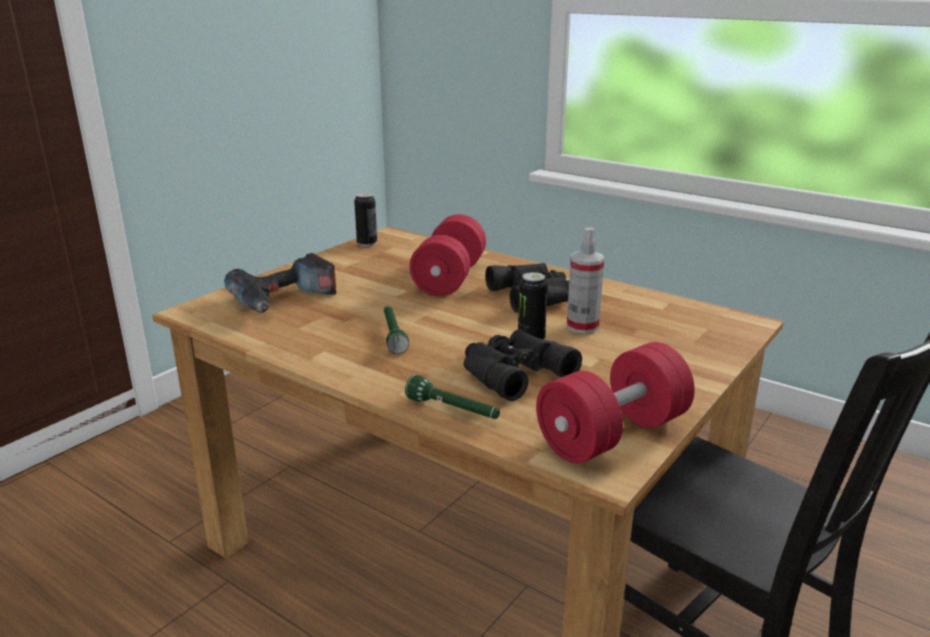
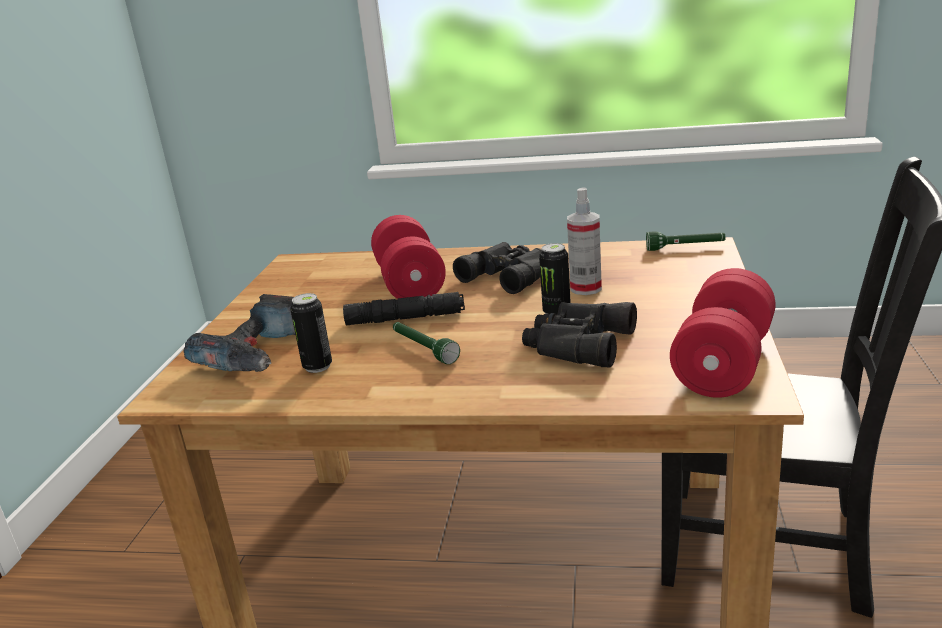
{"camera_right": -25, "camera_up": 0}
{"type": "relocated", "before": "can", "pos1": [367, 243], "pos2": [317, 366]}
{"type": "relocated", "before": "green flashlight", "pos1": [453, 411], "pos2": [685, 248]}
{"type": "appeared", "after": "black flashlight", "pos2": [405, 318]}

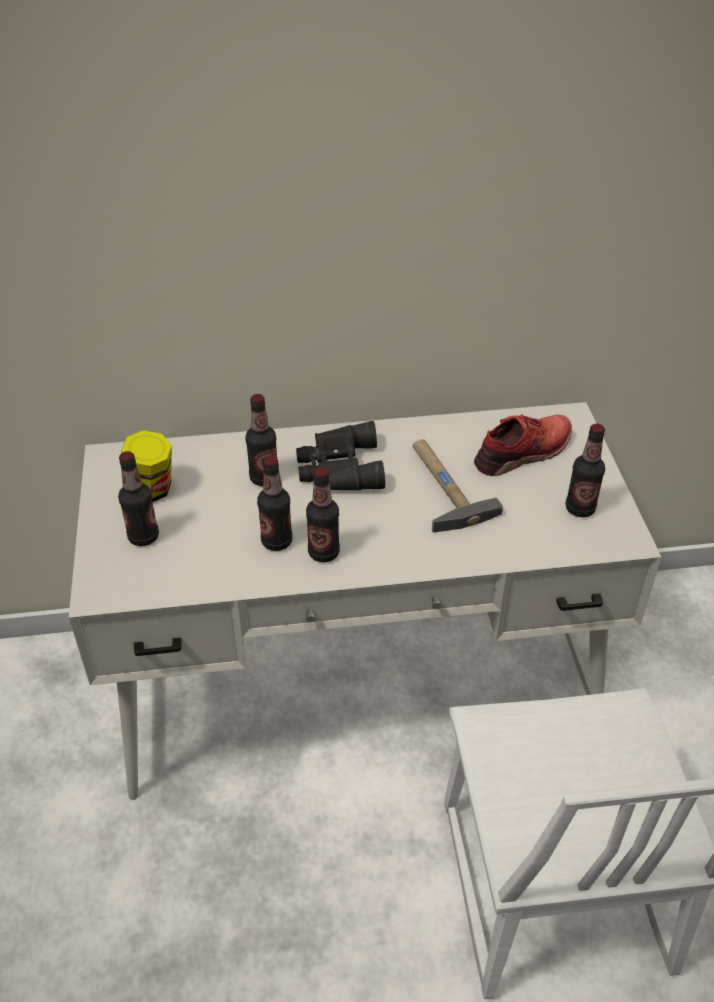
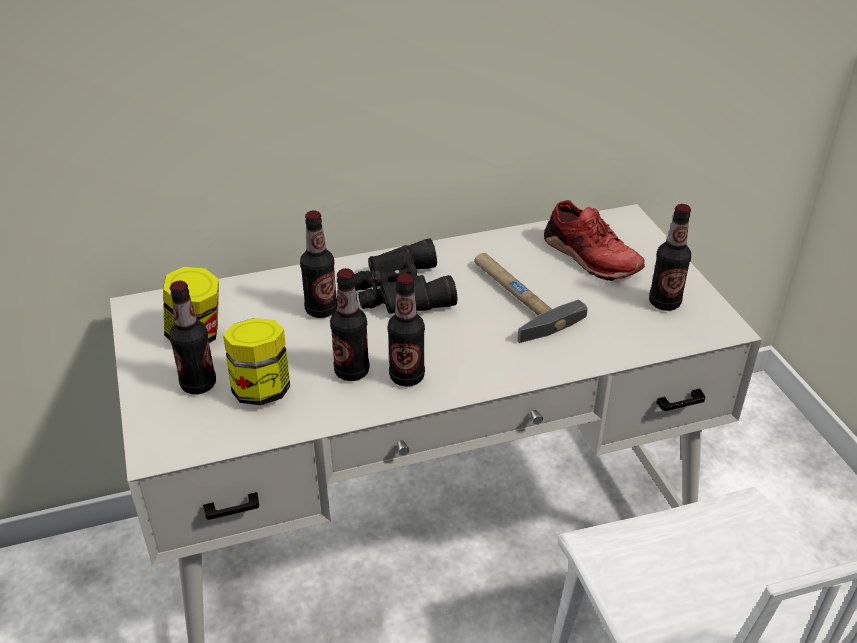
{"camera_right": -10, "camera_up": -5}
{"type": "spun", "before": "red shoe", "pos1": [523, 453], "pos2": [589, 257], "turn": 90}
{"type": "appeared", "after": "jar", "pos2": [261, 390]}

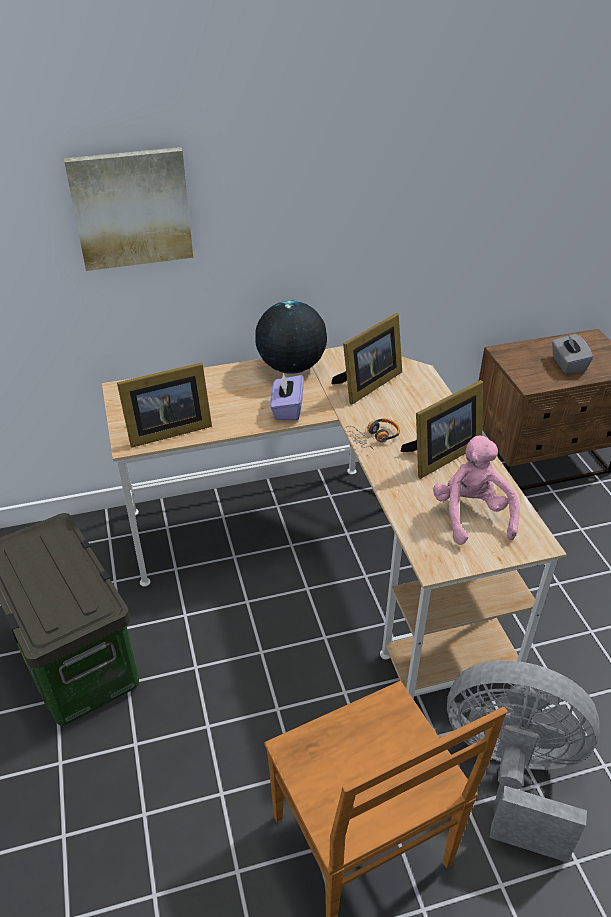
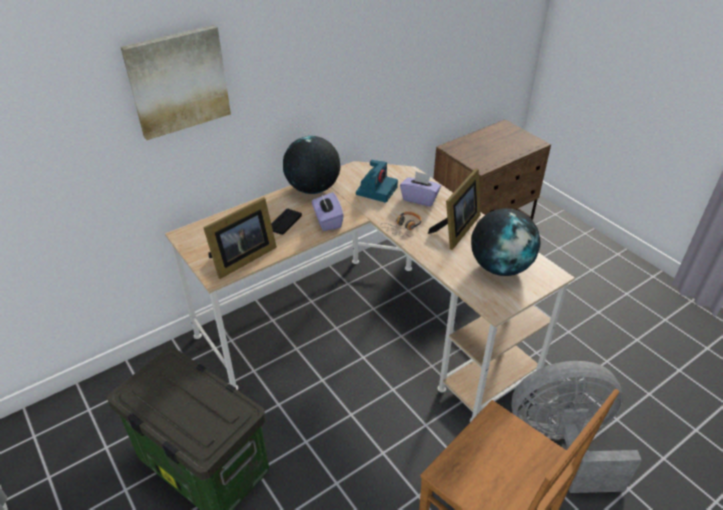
{"camera_right": -20, "camera_up": 0}
{"type": "exchanged", "before": "picture frame", "after": "photo camera", "pos1": [367, 384], "pos2": [376, 190]}
{"type": "exchanged", "before": "pink plush toy", "after": "globe", "pos1": [471, 515], "pos2": [500, 267]}
{"type": "missing", "before": "grey tissue box", "pos1": [567, 364]}
{"type": "appeared", "after": "black game controller", "pos2": [285, 222]}
{"type": "appeared", "after": "purple tissue box", "pos2": [419, 199]}

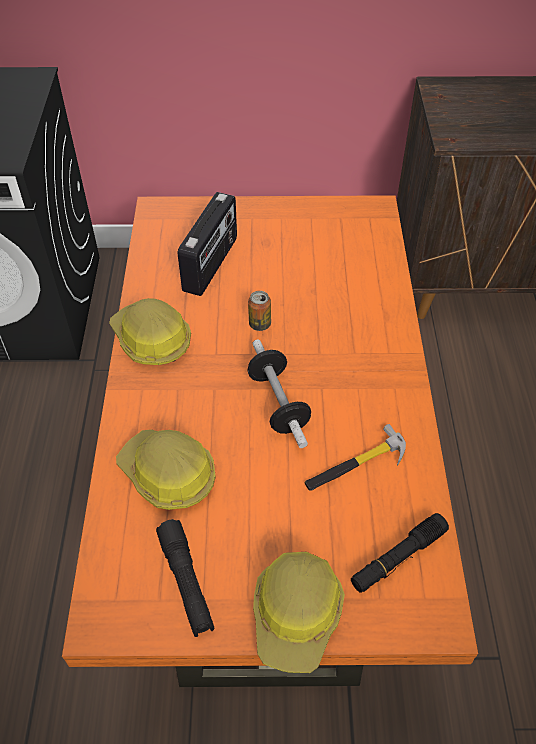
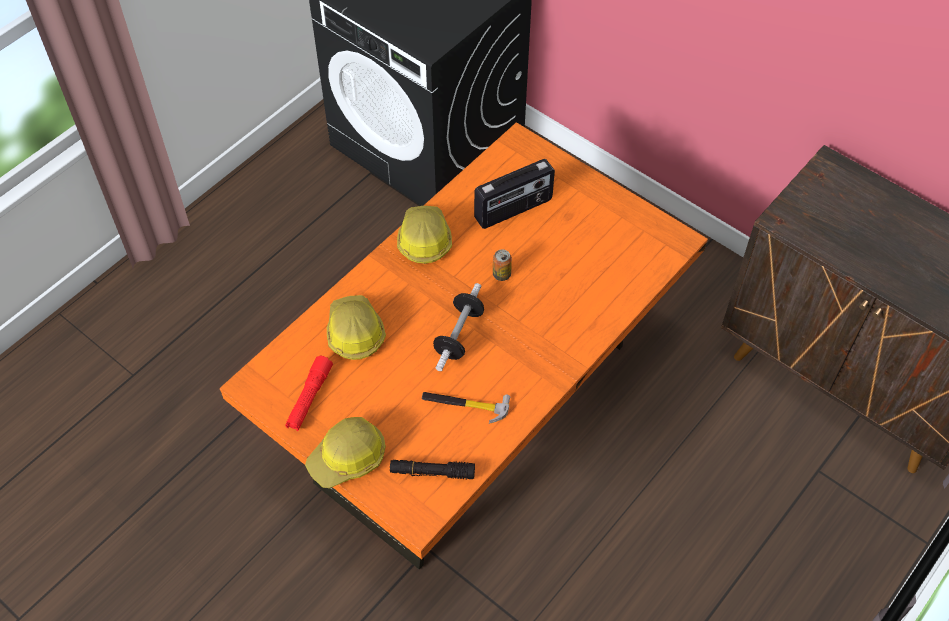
{"camera_right": 40, "camera_up": 5}
{"type": "colour", "before": "black flashlight", "after": "red flashlight", "pos1": [186, 582], "pos2": [309, 398]}

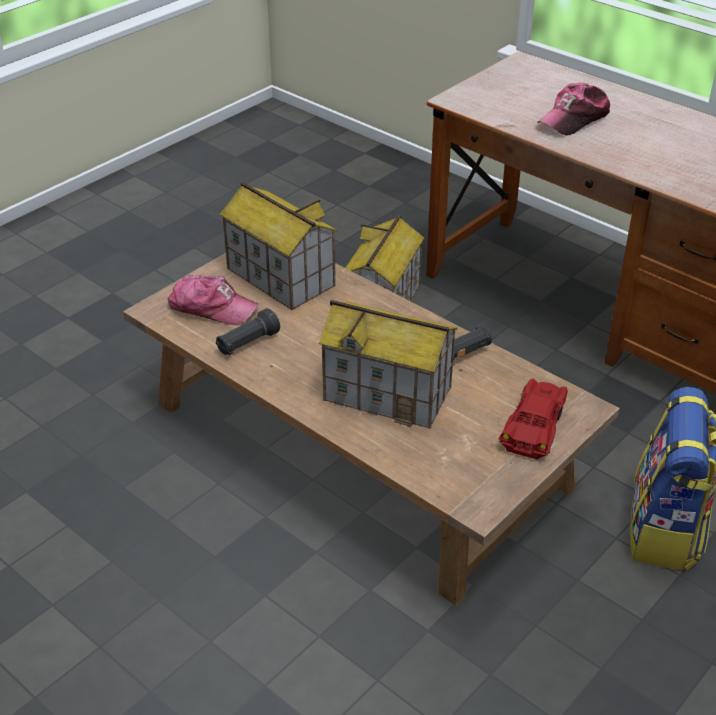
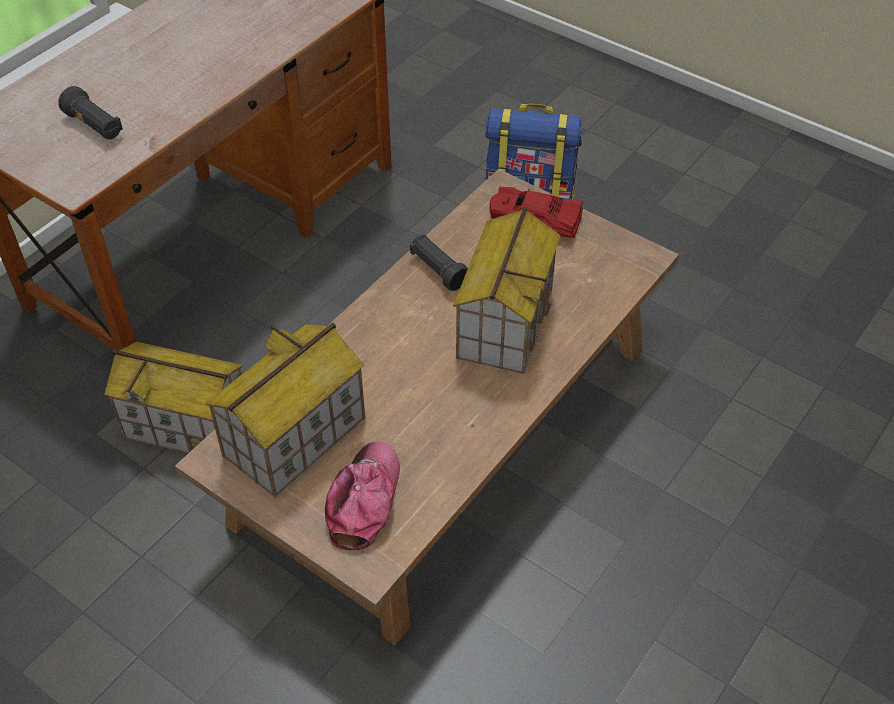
{"camera_right": -95, "camera_up": 10}
{"type": "relocated", "before": "black flashlight", "pos1": [247, 343], "pos2": [95, 126]}
{"type": "missing", "before": "cap", "pos1": [574, 119]}

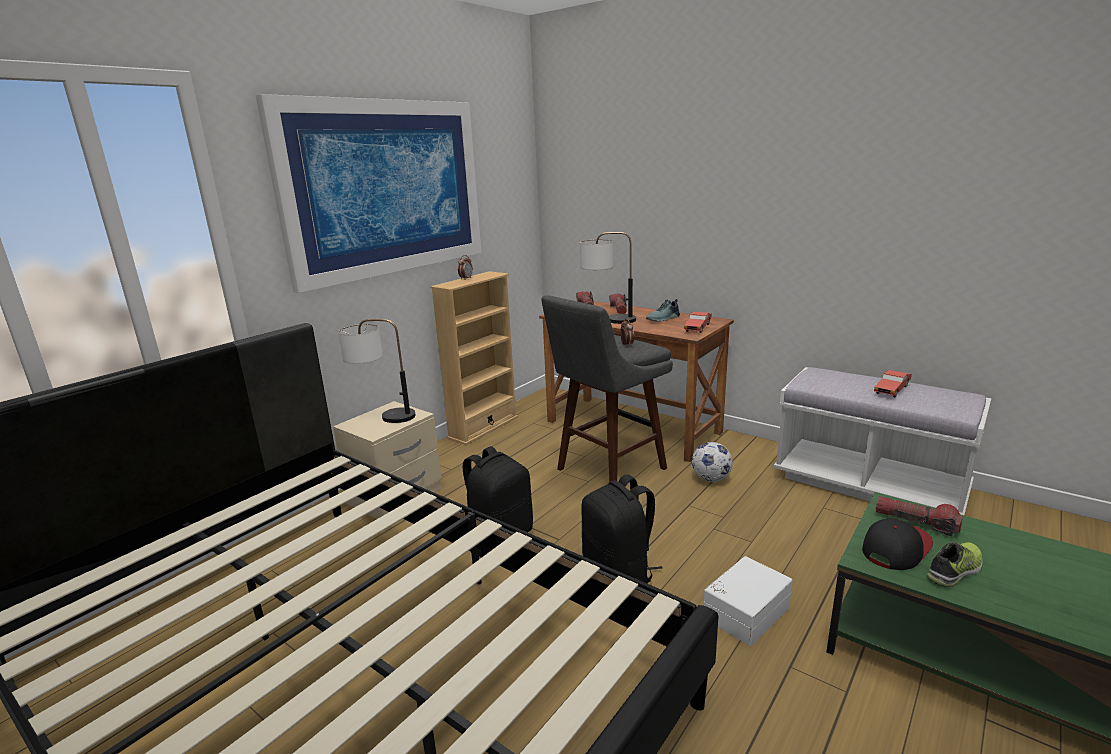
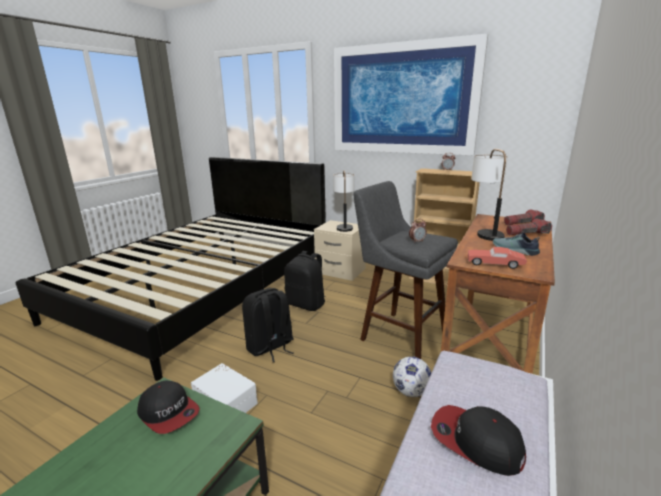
{"camera_right": 80, "camera_up": 0}
{"type": "exchanged", "before": "red toy car", "after": "cap", "pos1": [891, 389], "pos2": [475, 441]}
{"type": "missing", "before": "flashlight", "pos1": [916, 522]}
{"type": "missing", "before": "shoe", "pos1": [955, 570]}

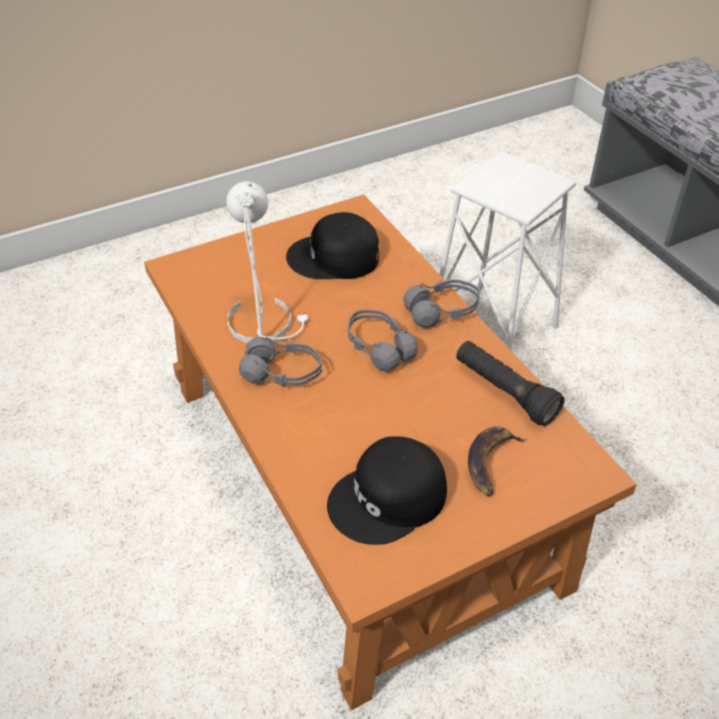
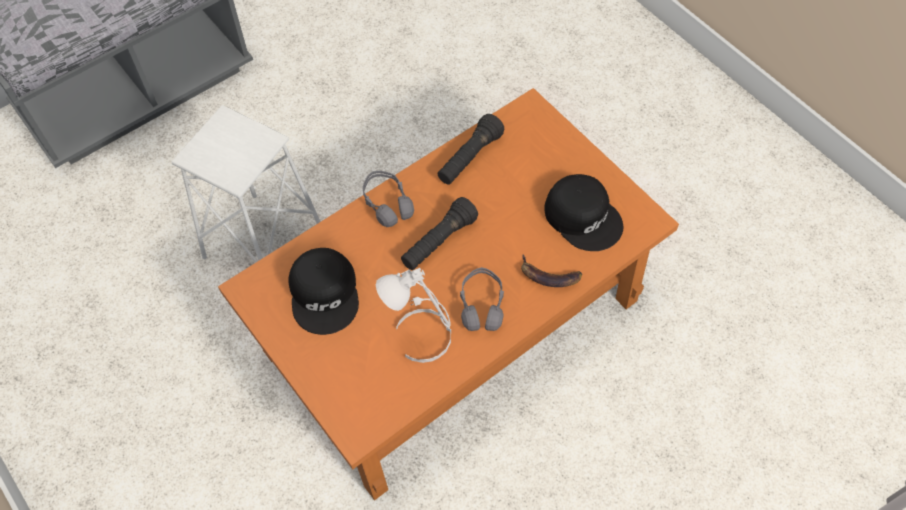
{"camera_right": -100, "camera_up": 15}
{"type": "exchanged", "before": "grey headphones", "after": "black flashlight", "pos1": [379, 348], "pos2": [438, 242]}
{"type": "relocated", "before": "banana", "pos1": [490, 462], "pos2": [548, 276]}

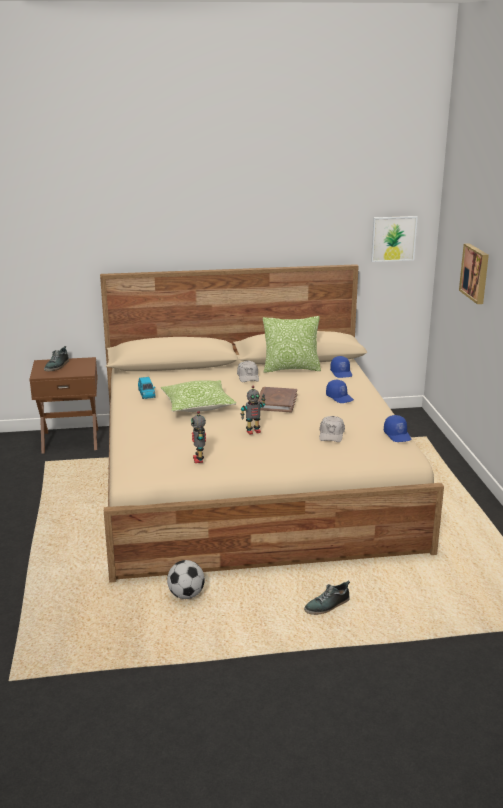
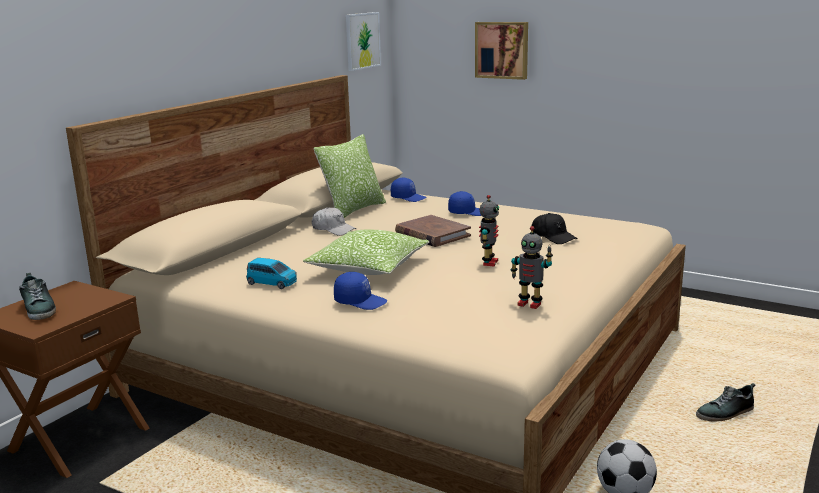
{"camera_right": -50, "camera_up": -5}
{"type": "spun", "before": "shoe", "pos1": [327, 606], "pos2": [725, 413], "turn": 60}
{"type": "colour", "before": "white cap", "after": "black cap", "pos1": [331, 435], "pos2": [553, 237]}
{"type": "relocated", "before": "blue cap", "pos1": [398, 435], "pos2": [360, 301]}

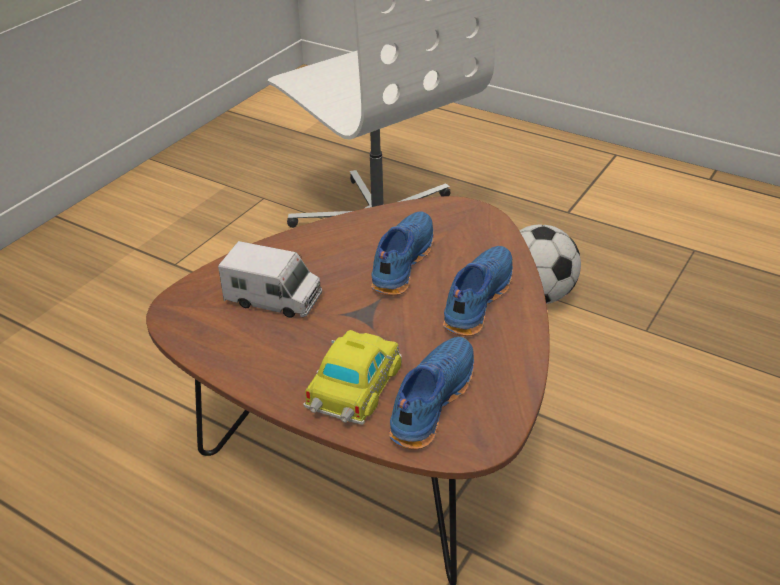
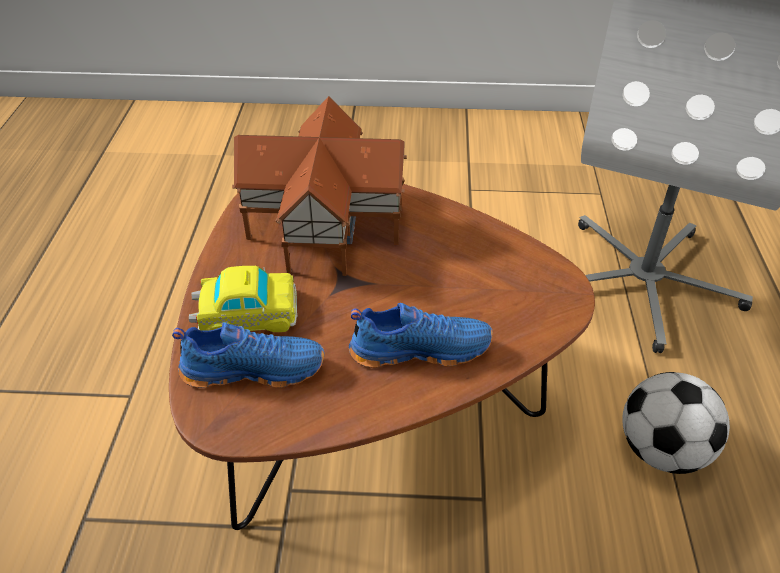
{"camera_right": 60, "camera_up": 5}
{"type": "exchanged", "before": "toy truck", "after": "toy house", "pos1": [273, 299], "pos2": [328, 223]}
{"type": "missing", "before": "blue shoe", "pos1": [400, 263]}

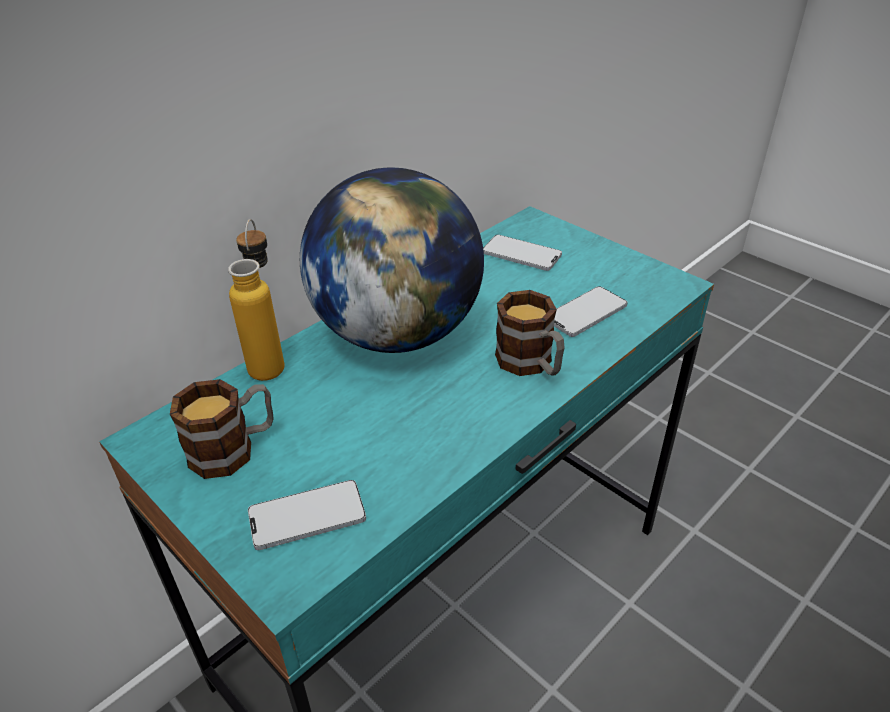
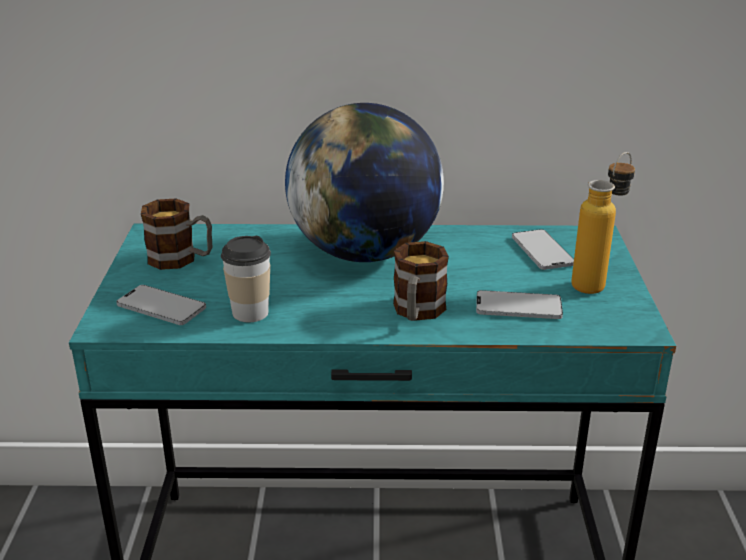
{"camera_right": 45, "camera_up": -10}
{"type": "relocated", "before": "bottle", "pos1": [270, 360], "pos2": [596, 282]}
{"type": "appeared", "after": "cup", "pos2": [250, 312]}

